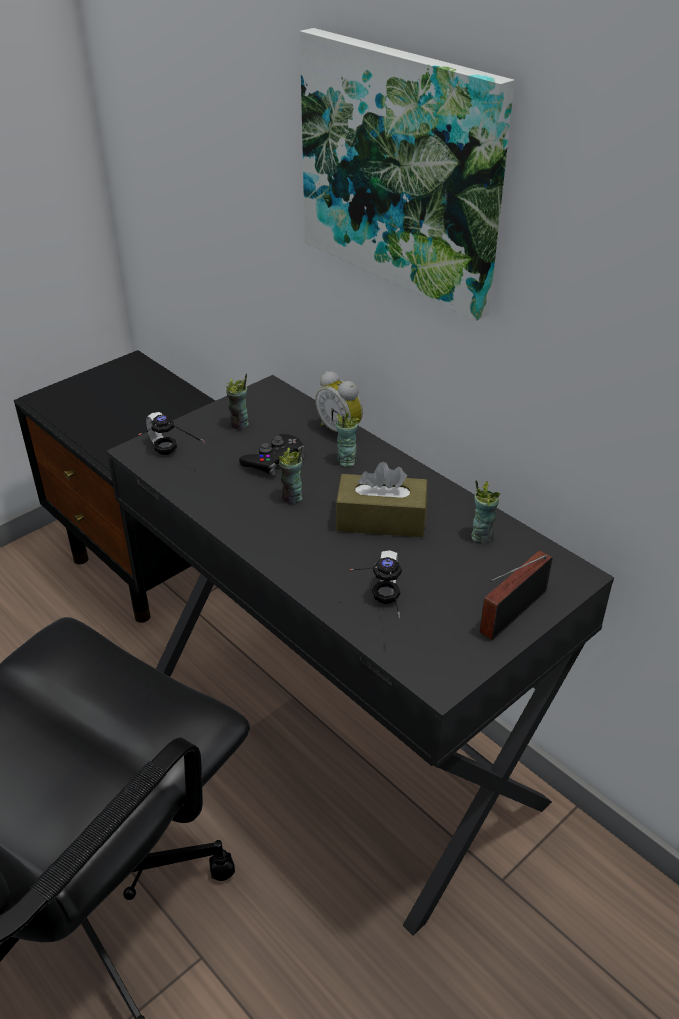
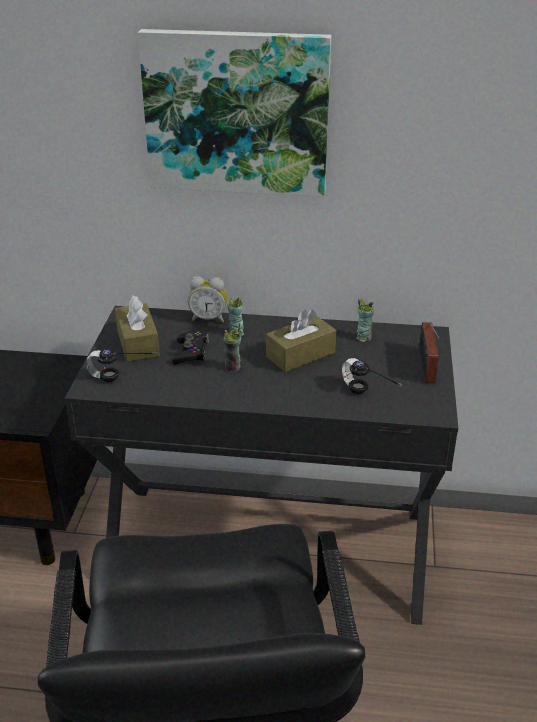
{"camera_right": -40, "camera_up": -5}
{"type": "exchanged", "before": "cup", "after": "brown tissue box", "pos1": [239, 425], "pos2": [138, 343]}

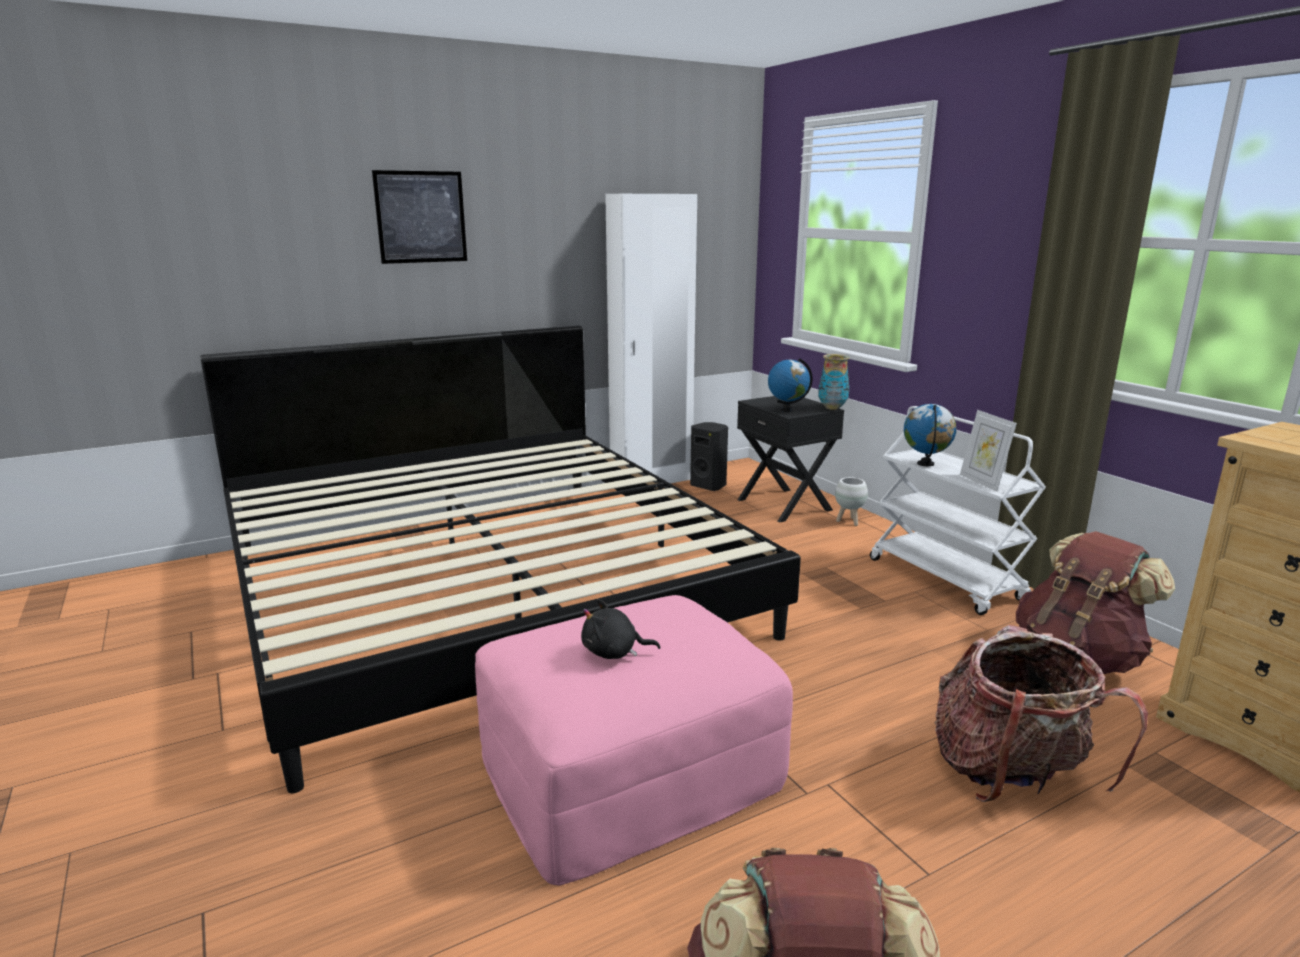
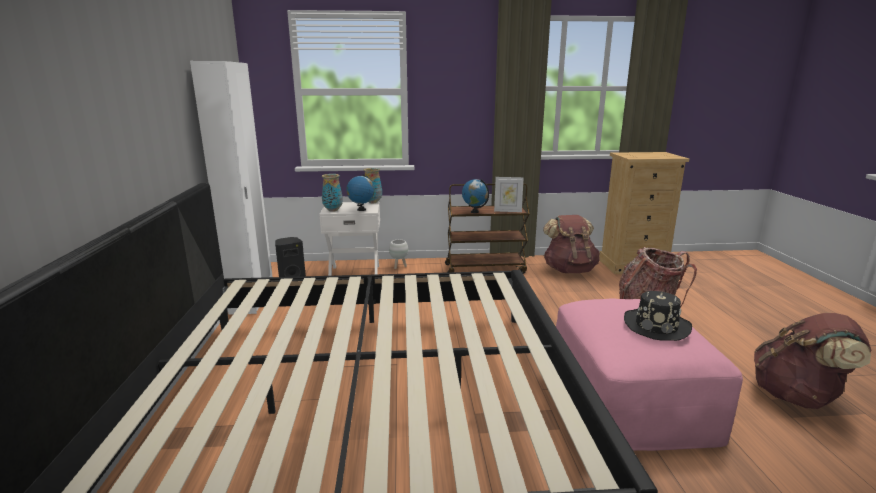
{"camera_right": -65, "camera_up": 0}
{"type": "missing", "before": "picture", "pos1": [421, 217]}
{"type": "exchanged", "before": "black plush toy", "after": "black hat", "pos1": [614, 652], "pos2": [656, 326]}
{"type": "colour", "before": "black nightstand", "after": "white nightstand", "pos1": [785, 504], "pos2": [354, 273]}
{"type": "colour", "before": "white cart", "after": "brown cart", "pos1": [946, 580], "pos2": [485, 268]}
{"type": "appeared", "after": "vase", "pos2": [332, 210]}

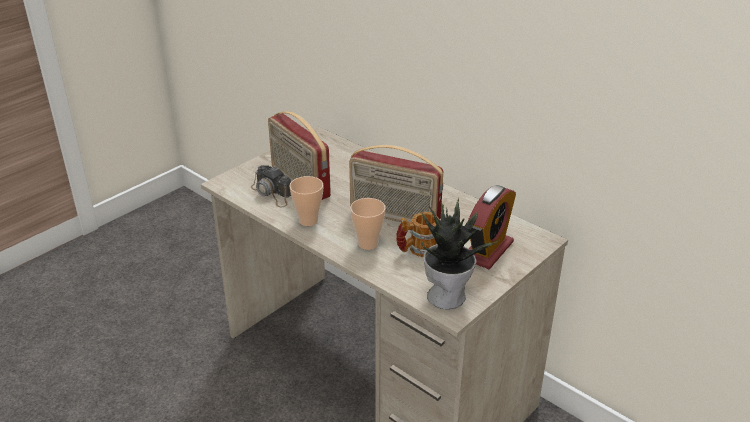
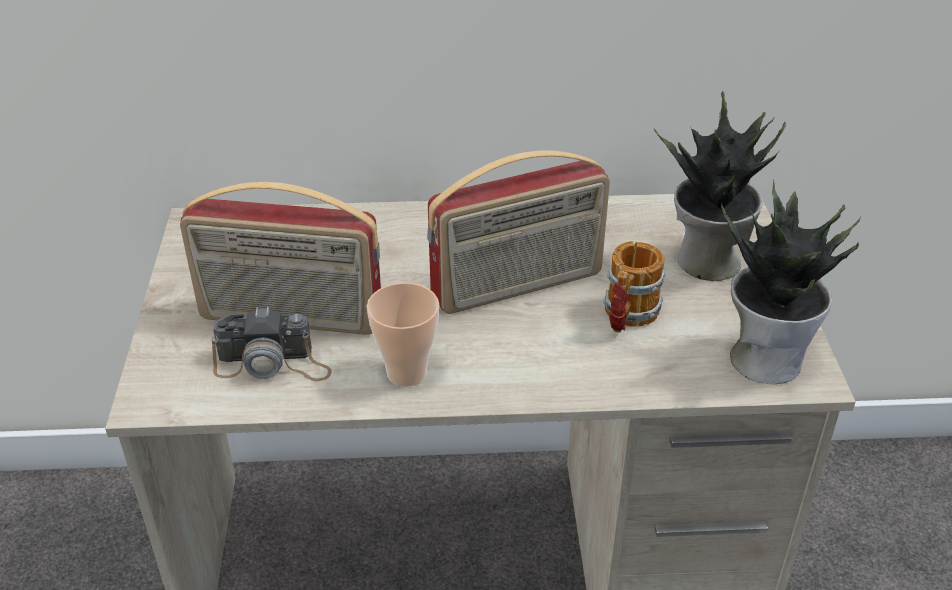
{"camera_right": -45, "camera_up": 5}
{"type": "missing", "before": "cup", "pos1": [368, 244]}
{"type": "exchanged", "before": "alarm clock", "after": "potted plant", "pos1": [488, 250], "pos2": [706, 262]}

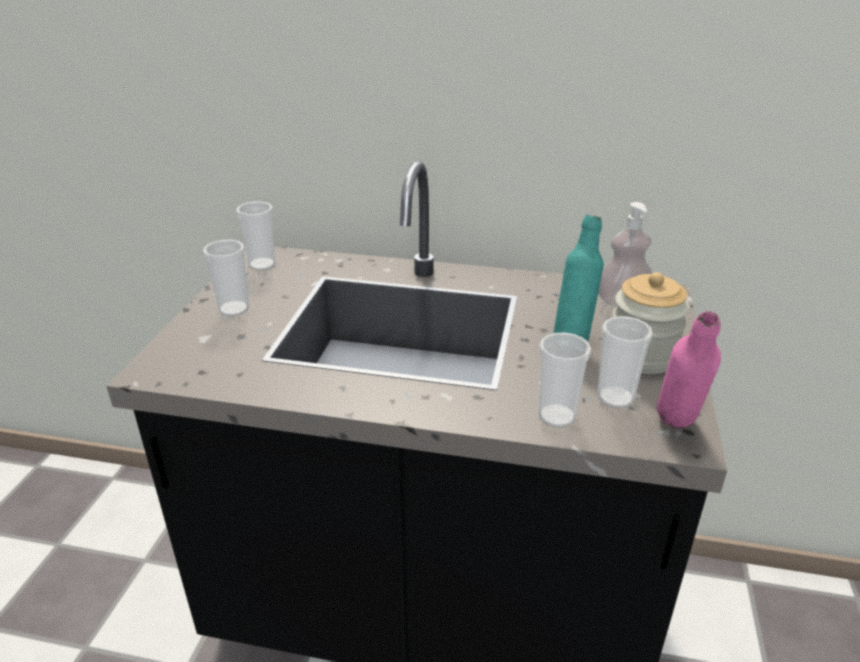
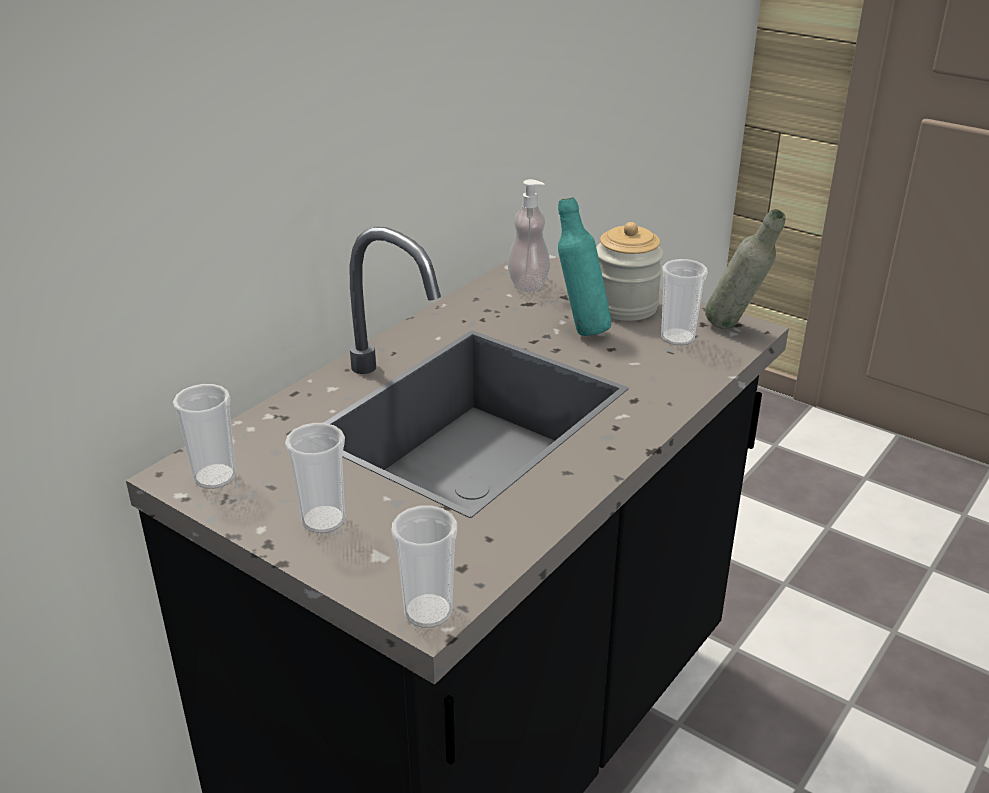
{"camera_right": -65, "camera_up": 0}
{"type": "relocated", "before": "cup", "pos1": [556, 416], "pos2": [428, 611]}
{"type": "colour", "before": "pink bottle", "after": "grey bottle", "pos1": [675, 431], "pos2": [735, 329]}

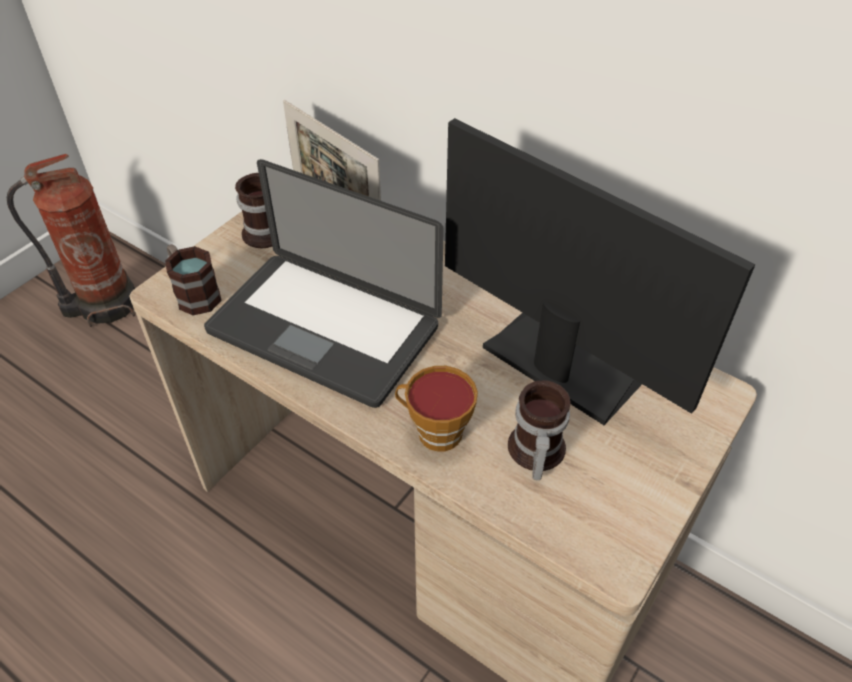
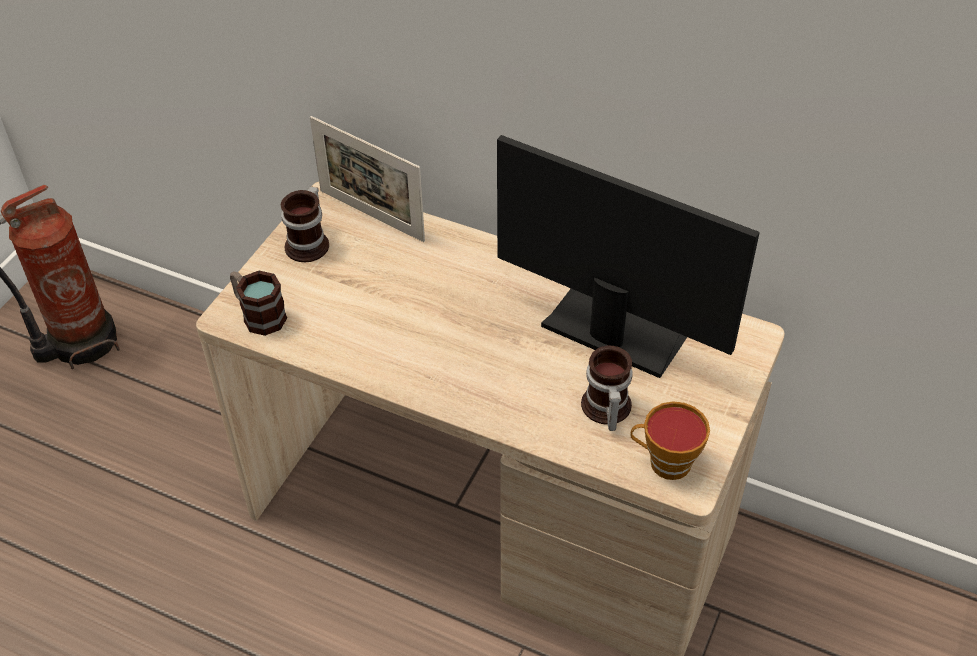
{"camera_right": -10, "camera_up": 0}
{"type": "missing", "before": "laptop", "pos1": [323, 329]}
{"type": "relocated", "before": "cup", "pos1": [434, 432], "pos2": [664, 463]}

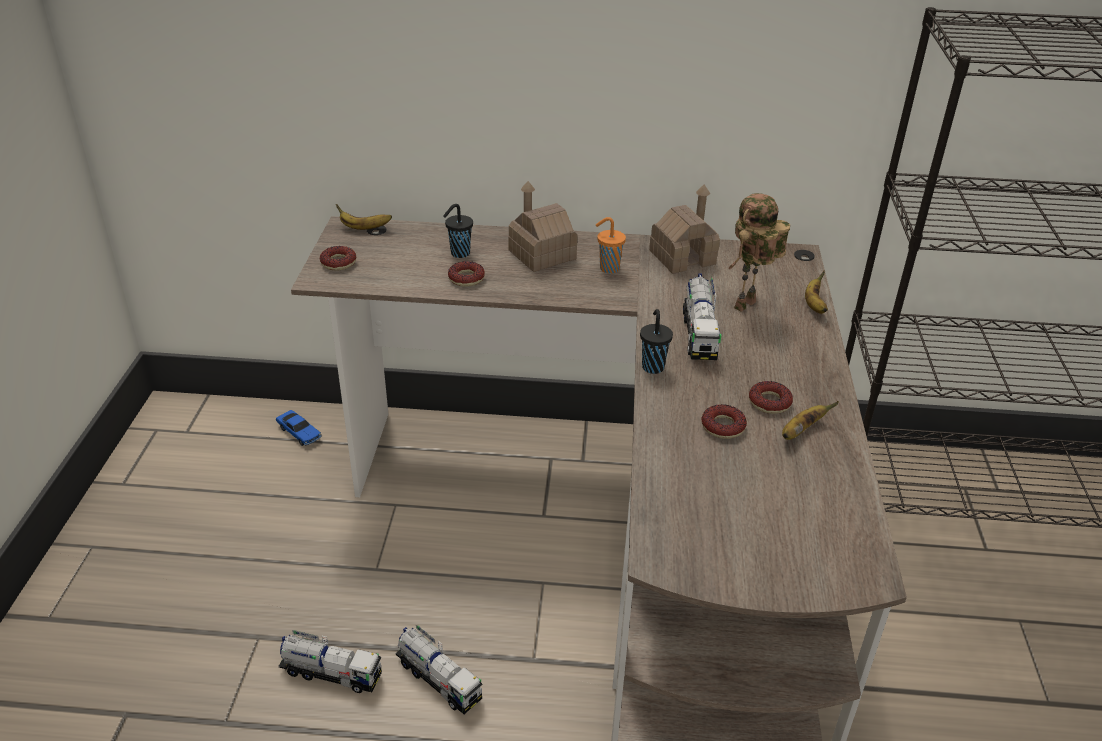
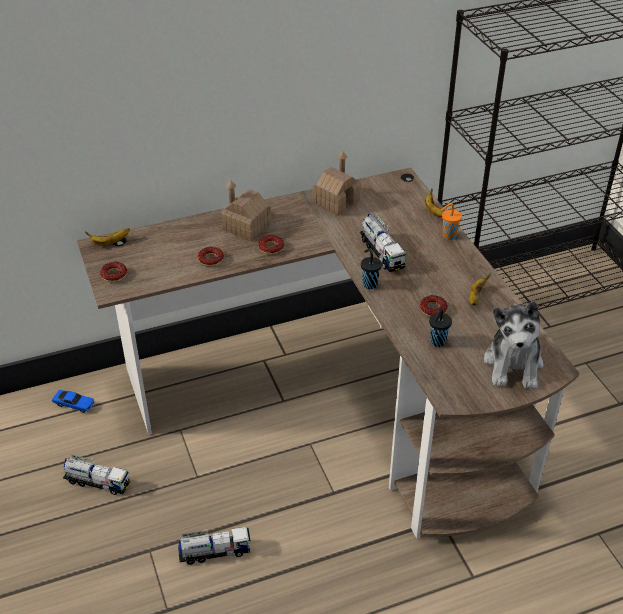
{"camera_right": -25, "camera_up": 5}
{"type": "relocated", "before": "toy truck", "pos1": [438, 680], "pos2": [97, 482]}
{"type": "relocated", "before": "black cup", "pos1": [459, 254], "pos2": [437, 342]}
{"type": "relocated", "before": "orange cup", "pos1": [608, 268], "pos2": [448, 236]}
{"type": "missing", "before": "toy robot", "pos1": [746, 307]}
{"type": "relocated", "before": "donut", "pos1": [769, 402], "pos2": [271, 248]}
{"type": "appeared", "after": "plush toy", "pos2": [513, 364]}

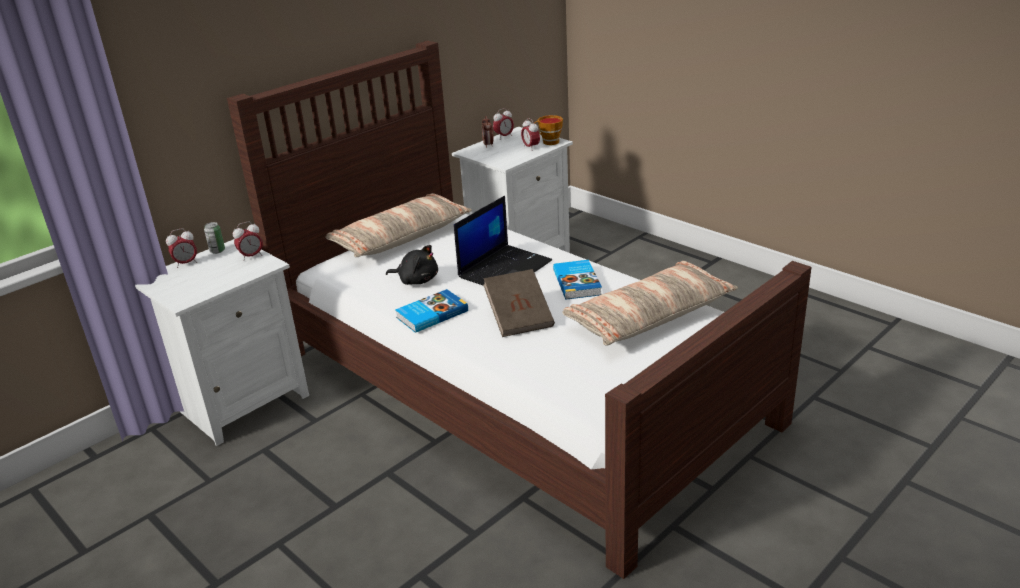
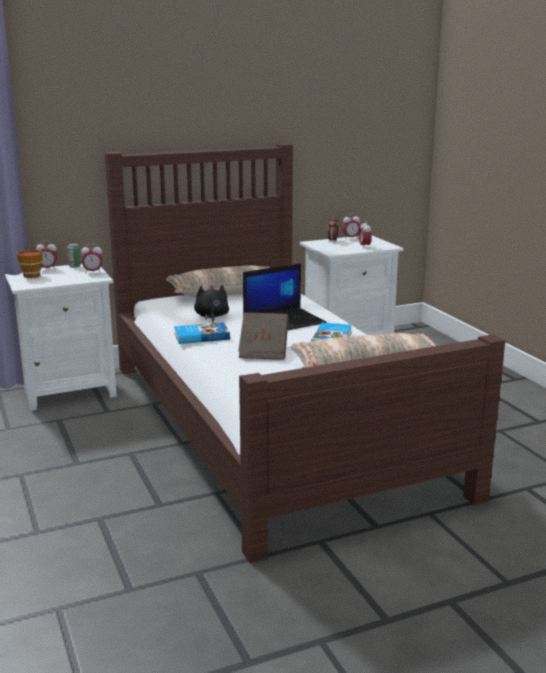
{"camera_right": 20, "camera_up": -10}
{"type": "spun", "before": "black plush toy", "pos1": [416, 280], "pos2": [211, 316], "turn": -135}
{"type": "relocated", "before": "cup", "pos1": [548, 142], "pos2": [30, 275]}

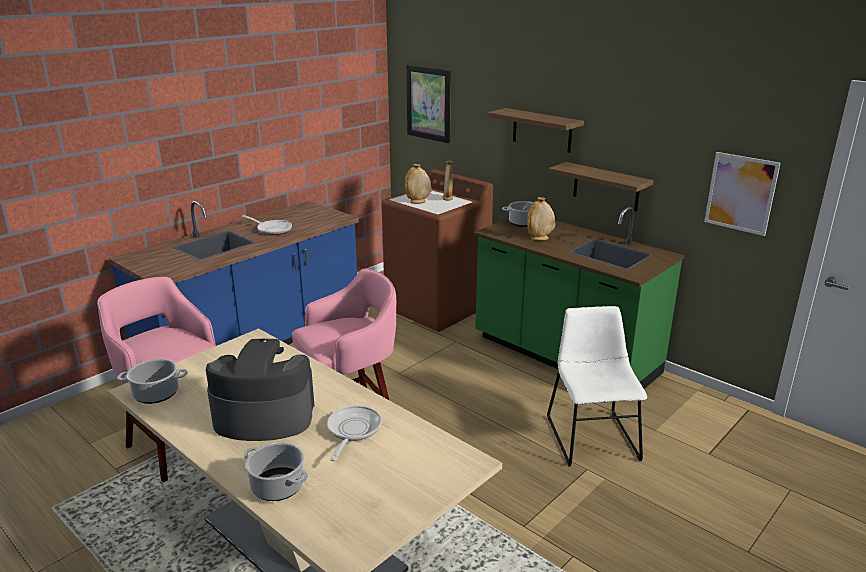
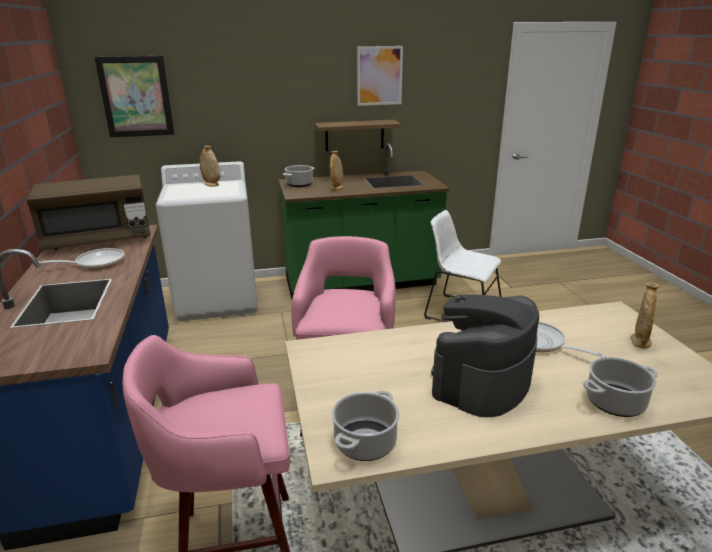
{"camera_right": -55, "camera_up": 0}
{"type": "colour", "before": "brown washing machine", "after": "white washing machine", "pos1": [437, 308], "pos2": [218, 299]}
{"type": "relocated", "before": "beige vase", "pos1": [418, 202], "pos2": [640, 341]}
{"type": "missing", "before": "shelf", "pos1": [542, 130]}
{"type": "relocated", "before": "picture", "pos1": [740, 193], "pos2": [379, 76]}
{"type": "appeared", "after": "brown microwave", "pos2": [99, 240]}

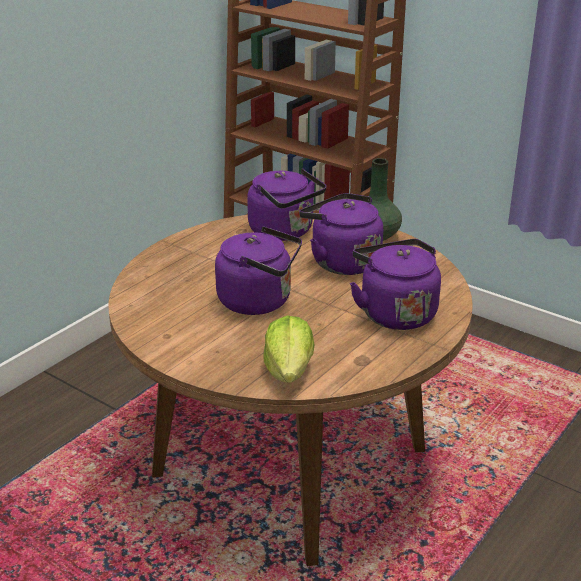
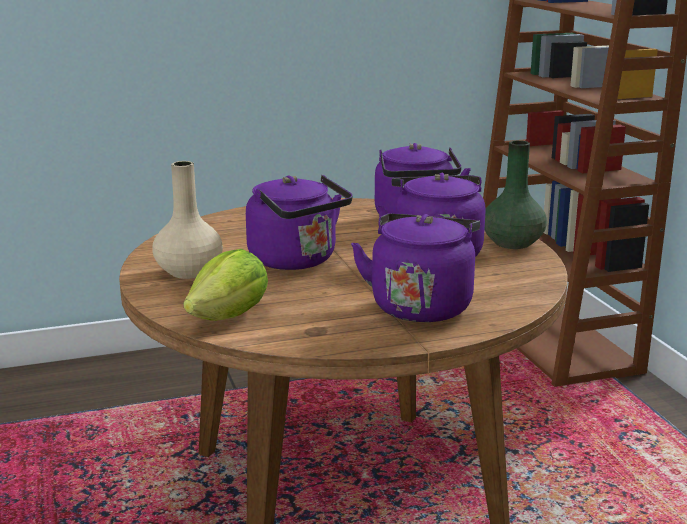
{"camera_right": 35, "camera_up": -10}
{"type": "appeared", "after": "beige vase", "pos2": [188, 272]}

